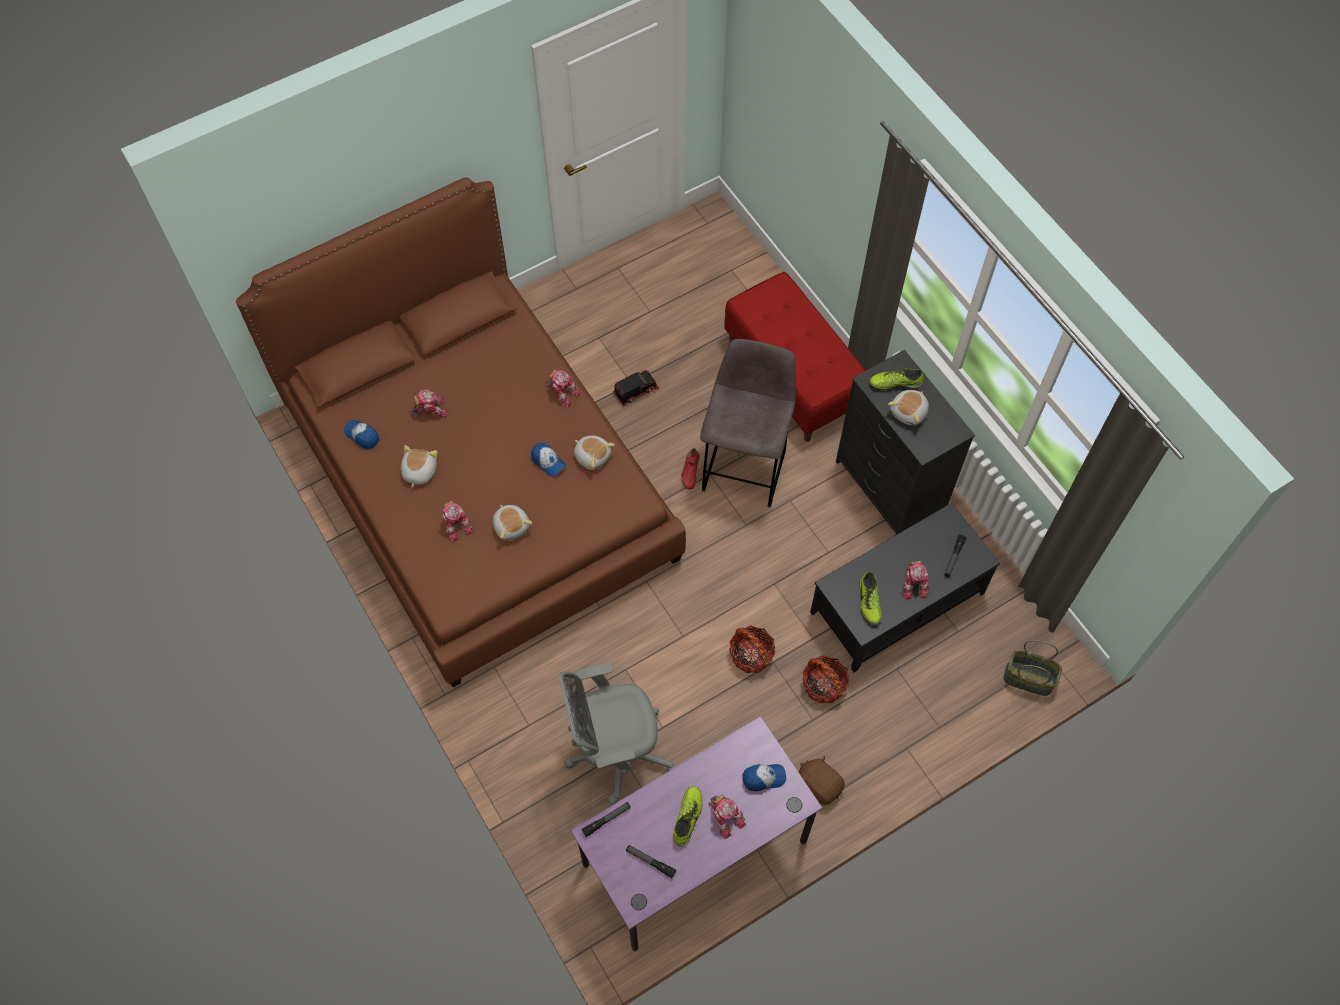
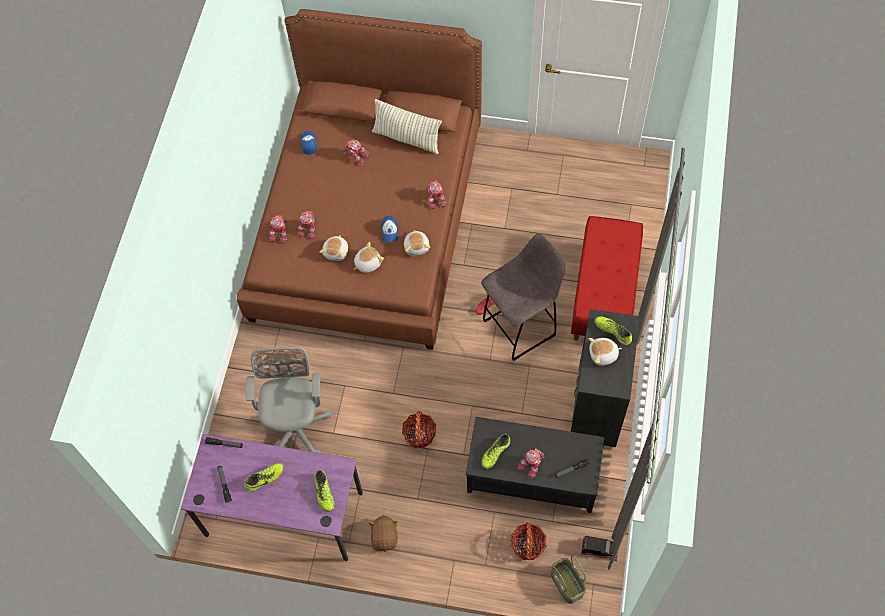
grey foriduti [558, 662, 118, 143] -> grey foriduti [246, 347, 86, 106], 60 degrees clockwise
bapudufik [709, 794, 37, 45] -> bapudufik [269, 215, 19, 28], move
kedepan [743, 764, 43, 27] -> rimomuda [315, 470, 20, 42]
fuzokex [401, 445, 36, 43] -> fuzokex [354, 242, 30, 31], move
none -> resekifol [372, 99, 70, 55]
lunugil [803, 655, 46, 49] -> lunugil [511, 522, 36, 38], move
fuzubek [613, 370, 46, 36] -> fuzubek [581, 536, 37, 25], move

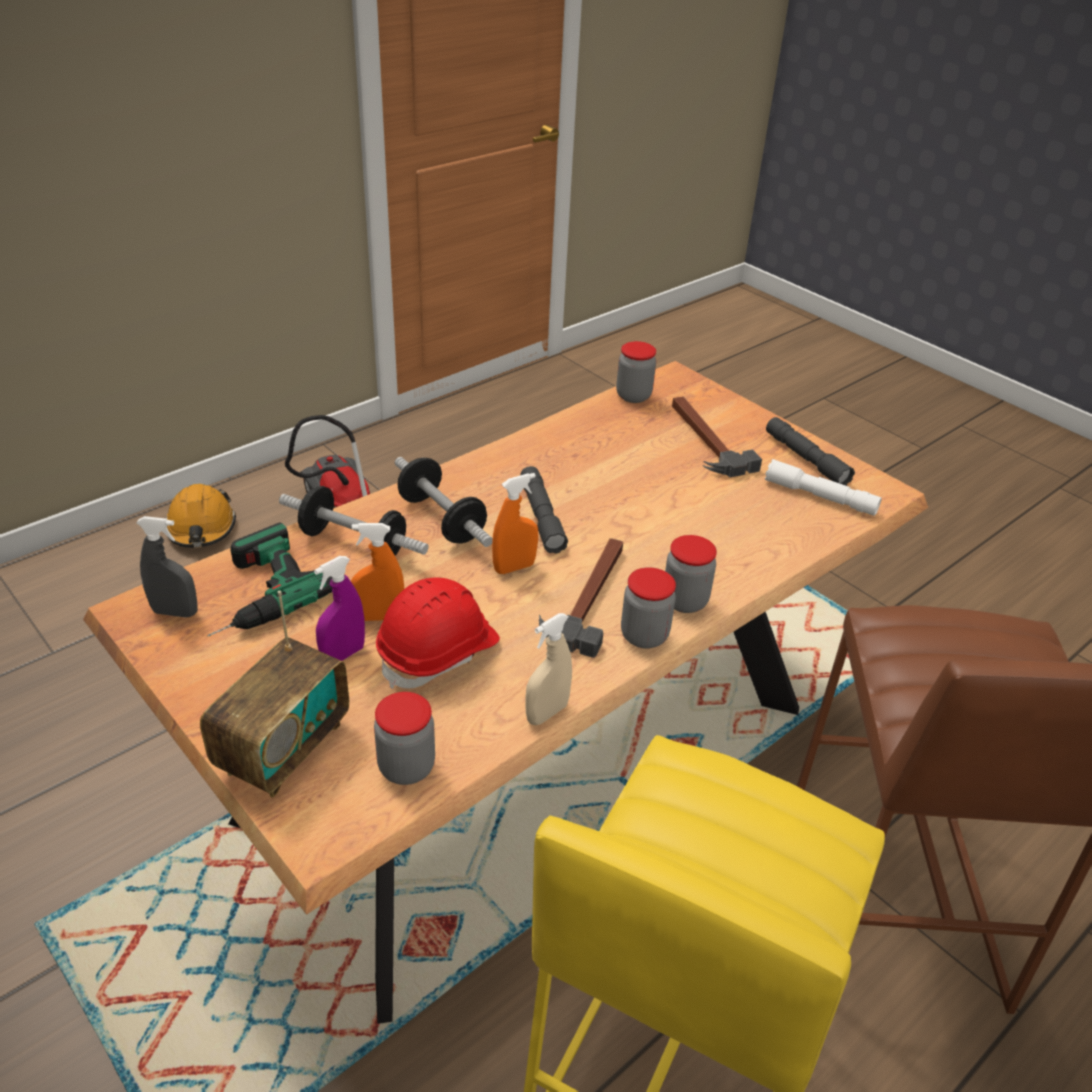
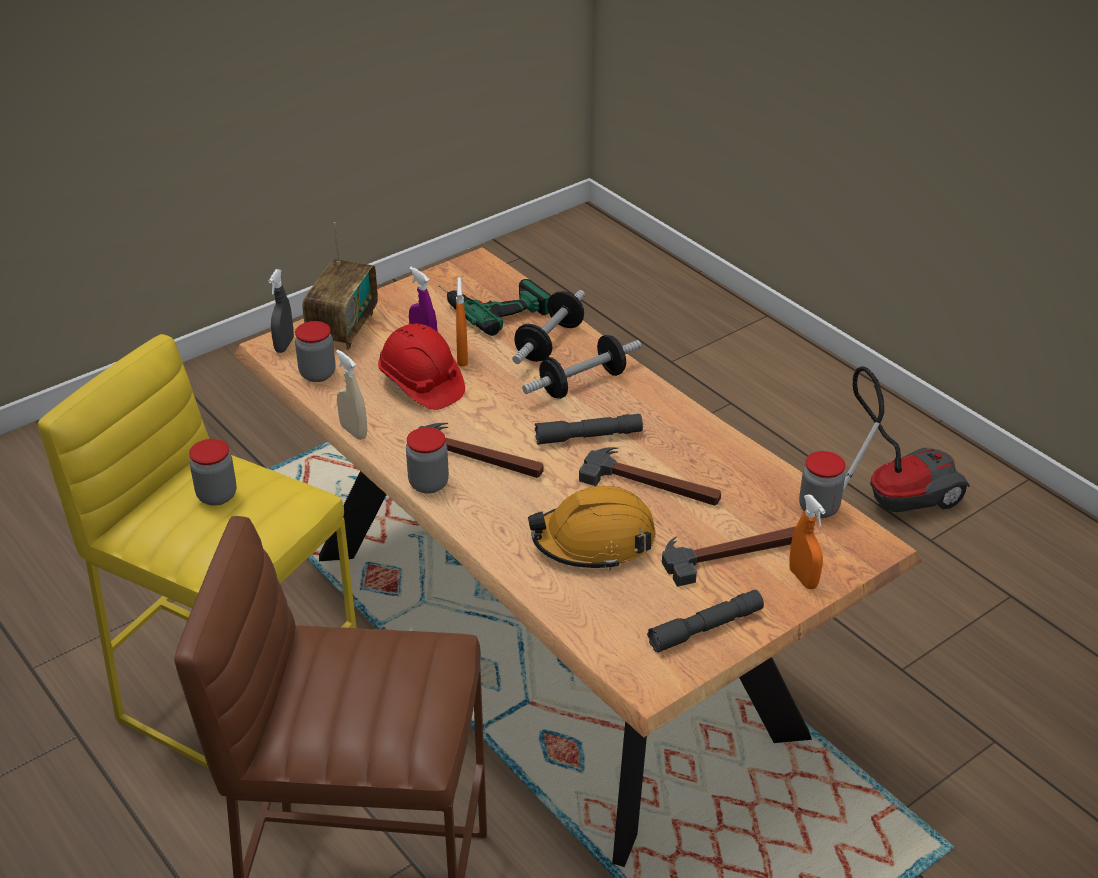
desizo [665, 535, 52, 78] -> desizo [189, 439, 47, 67], move
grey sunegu [136, 516, 62, 102] -> grey sunegu [268, 269, 26, 84], move
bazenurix [200, 591, 149, 207] -> bazenurix [303, 222, 75, 128], 105 degrees counterclockwise
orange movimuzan [165, 484, 71, 64] -> orange movimuzan [528, 486, 128, 84], move
none -> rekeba [579, 447, 142, 59]
orange sunegu [492, 473, 46, 101] -> orange sunegu [789, 494, 37, 95], move
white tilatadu [765, 459, 117, 57] -> none

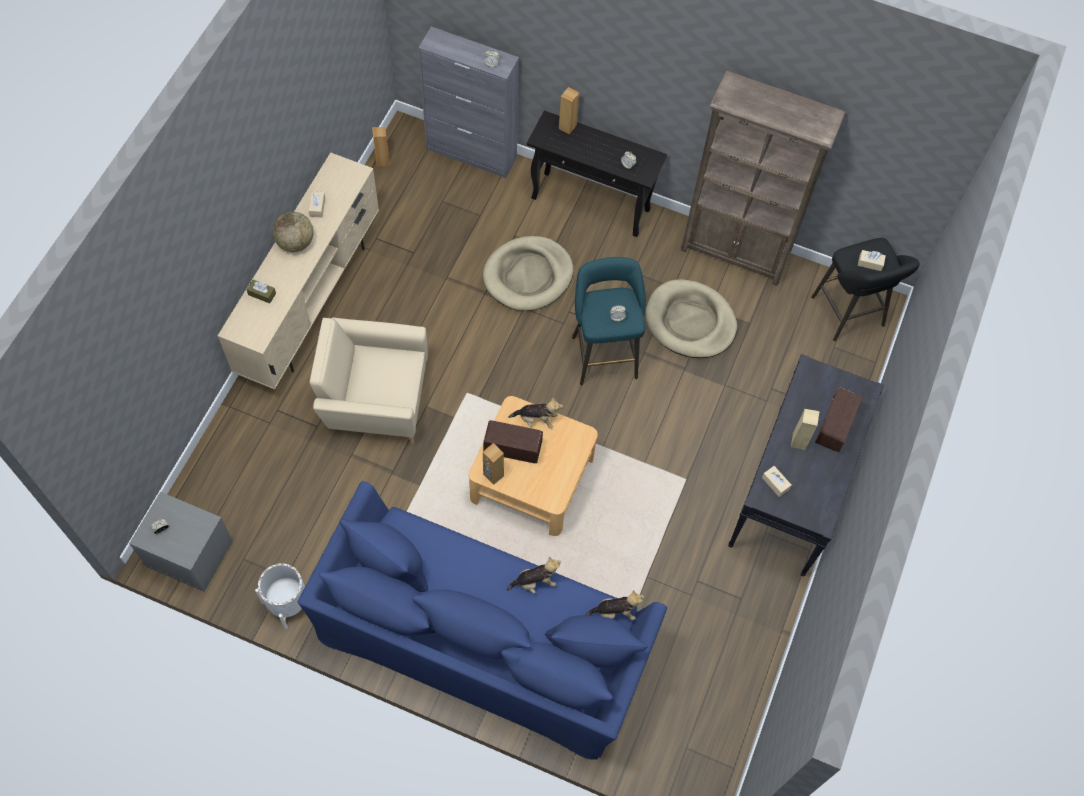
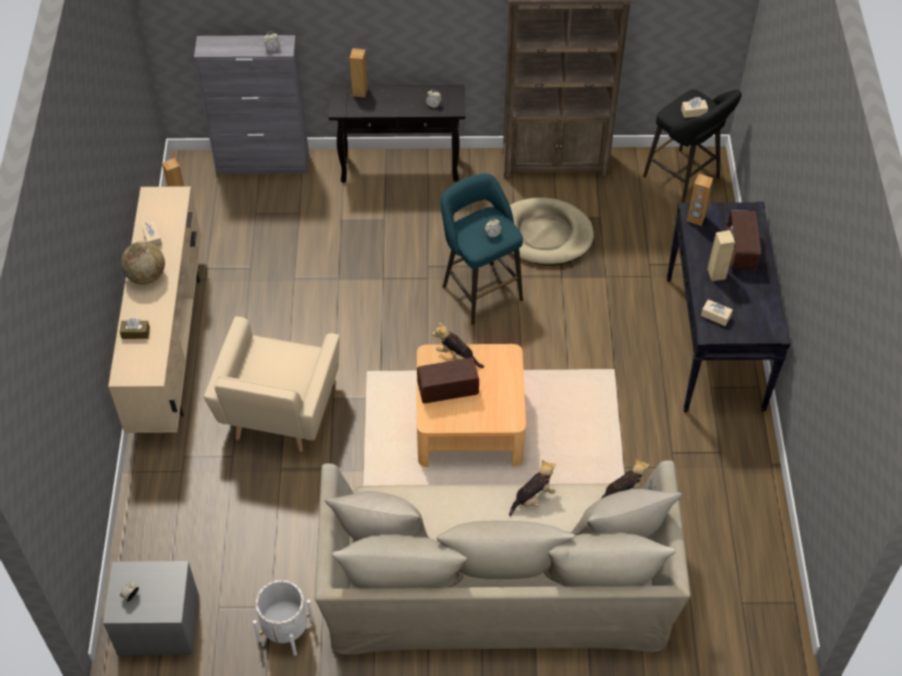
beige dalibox [310, 317, 118, 127] -> beige dalibox [204, 316, 136, 136], 60 degrees counterclockwise
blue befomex [297, 481, 370, 279] -> beige befomex [315, 460, 376, 195]
fuzokex [508, 397, 55, 31] -> fuzokex [432, 322, 52, 46], 135 degrees counterclockwise
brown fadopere [483, 443, 21, 42] -> brown fadopere [687, 174, 26, 52], move
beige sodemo [483, 236, 90, 75] -> none

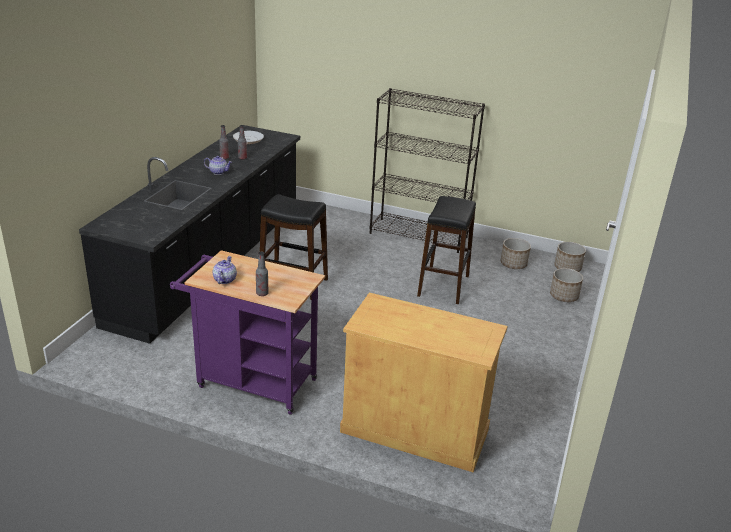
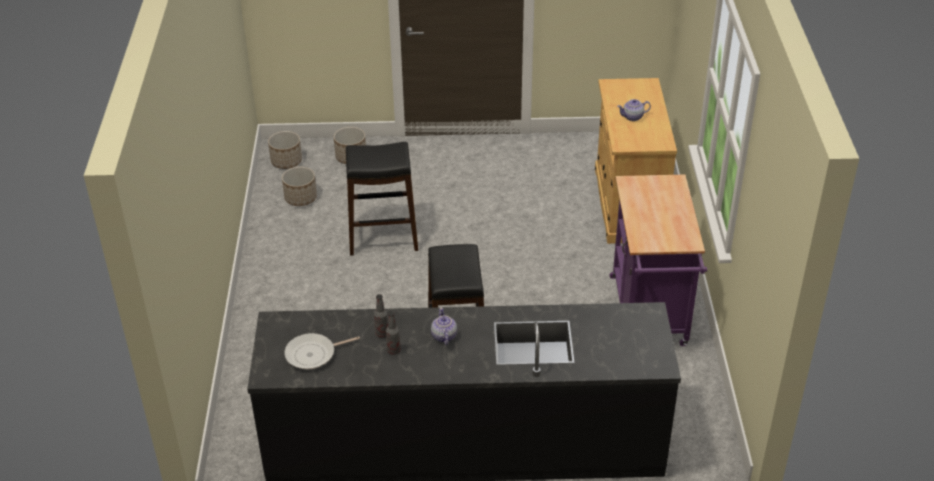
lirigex [213, 256, 24, 28] -> lirigex [617, 99, 34, 22], move
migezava [256, 252, 13, 44] -> none
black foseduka [370, 88, 115, 165] -> none

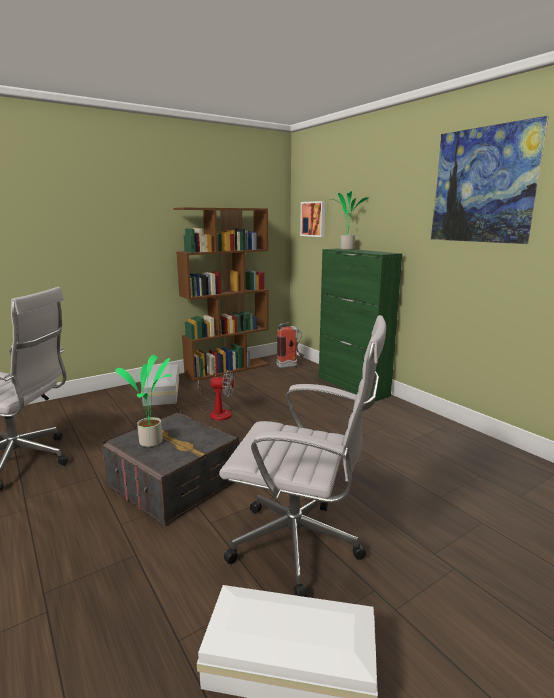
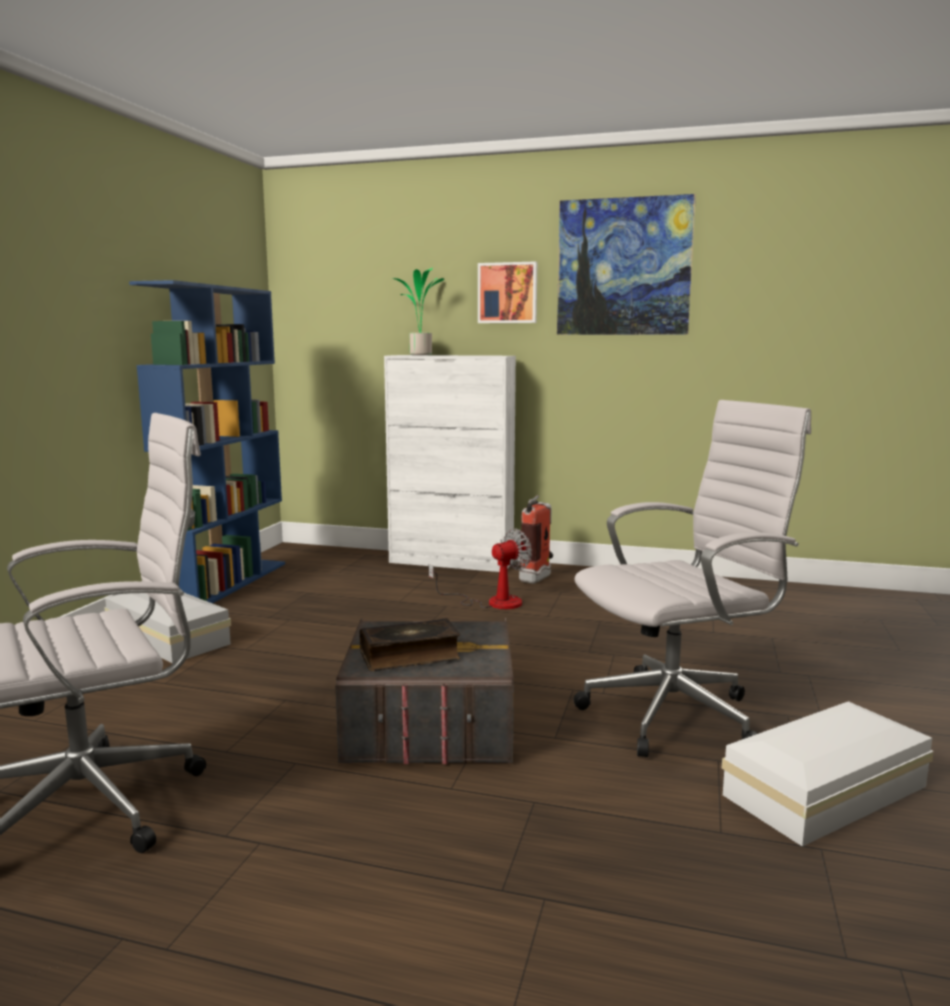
brown foseduka [174, 208, 95, 173] -> blue foseduka [129, 280, 156, 323]
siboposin [115, 355, 57, 92] -> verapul [360, 618, 100, 53]
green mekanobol [319, 248, 83, 153] -> white mekanobol [384, 355, 132, 217]
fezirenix [197, 370, 37, 51] -> fezirenix [429, 529, 103, 80], move
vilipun [300, 201, 26, 36] -> vilipun [478, 262, 59, 61], move
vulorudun [277, 322, 27, 46] -> vulorudun [519, 495, 34, 89], move

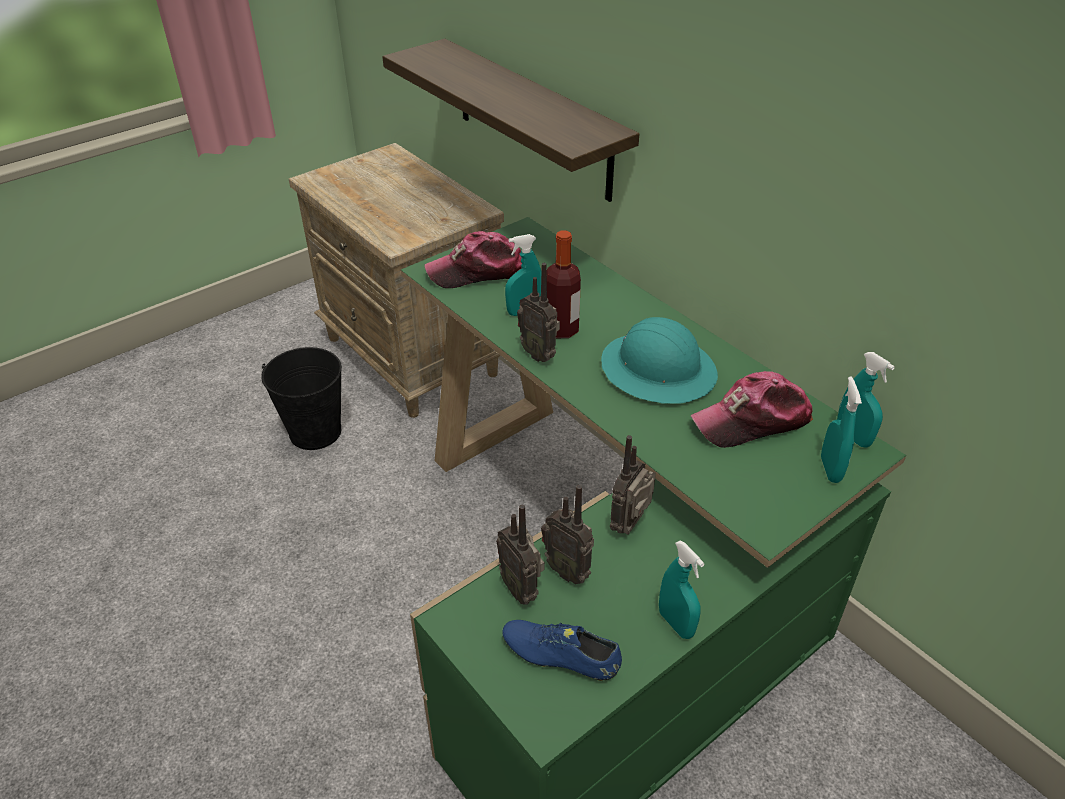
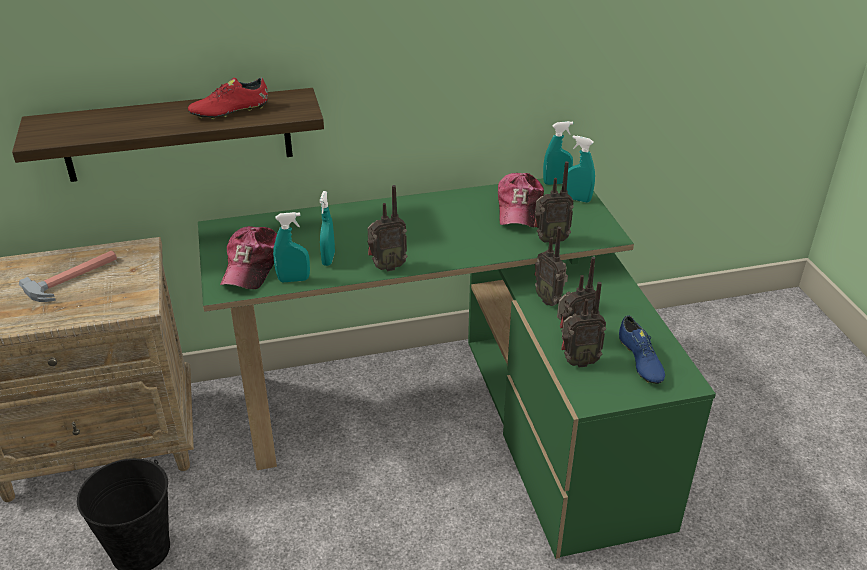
none -> rekeba [19, 251, 98, 51]
none -> red rimomuda [188, 77, 80, 42]
turquoise sunegu [659, 540, 46, 99] -> turquoise sunegu [273, 212, 37, 70], move
none -> bazenurix [534, 161, 40, 83]
blue rimomuda [502, 620, 120, 61] -> blue rimomuda [619, 316, 46, 68], 60 degrees counterclockwise
migezava [547, 230, 34, 108] -> none
turquoise movimuzan [601, 317, 117, 87] -> none

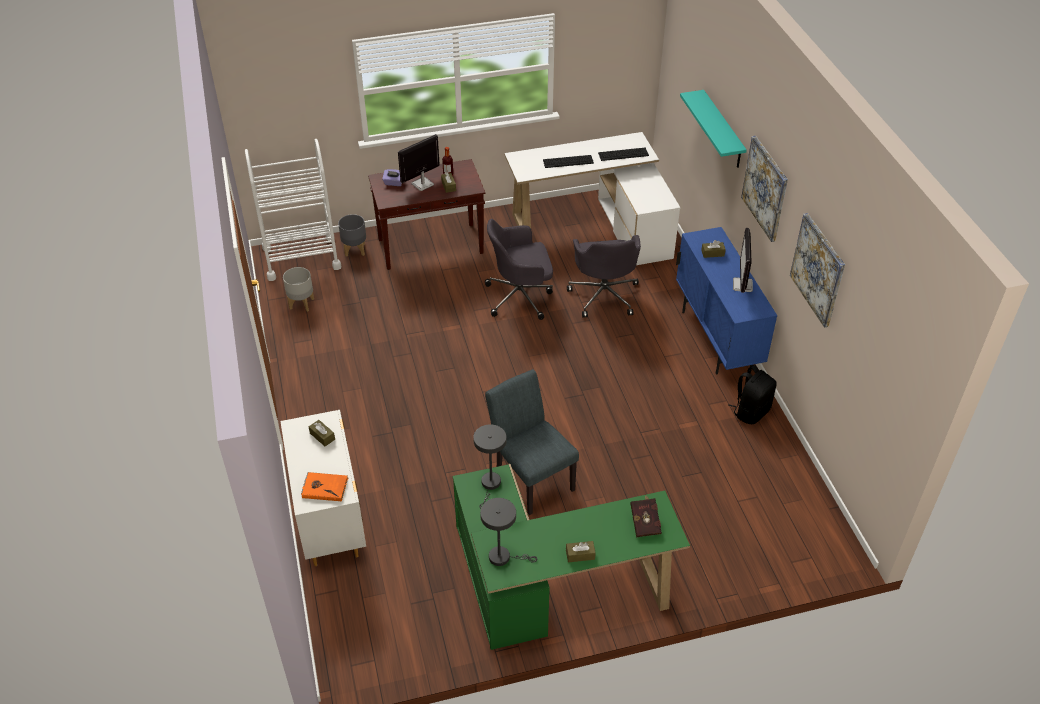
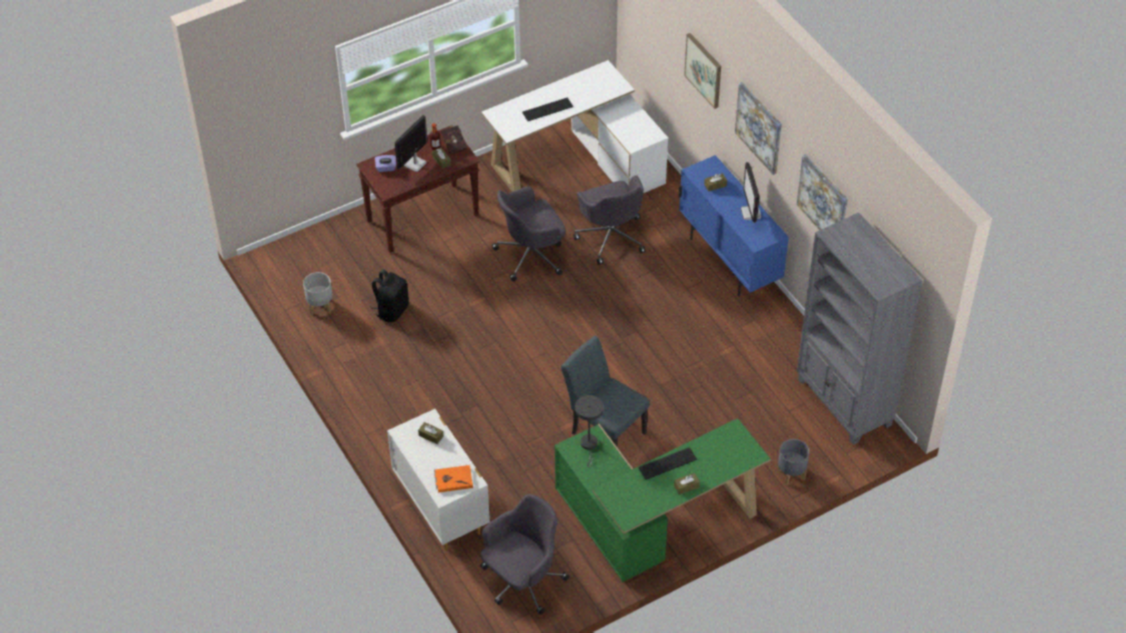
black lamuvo [728, 365, 49, 59] -> black lamuvo [370, 269, 39, 53], move
red verapul [630, 496, 32, 41] -> red verapul [441, 125, 26, 30], move
none -> grey foriduti [480, 494, 89, 121]
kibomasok [598, 148, 51, 13] -> kibomasok [638, 447, 59, 33], move
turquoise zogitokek [680, 90, 67, 78] -> vilipun [684, 33, 37, 76]
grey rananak [338, 214, 28, 43] -> grey rananak [777, 439, 32, 47], move
none -> grey foseduka [797, 213, 126, 232]
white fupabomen [245, 139, 96, 142] -> none
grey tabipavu [480, 498, 57, 68] -> none

